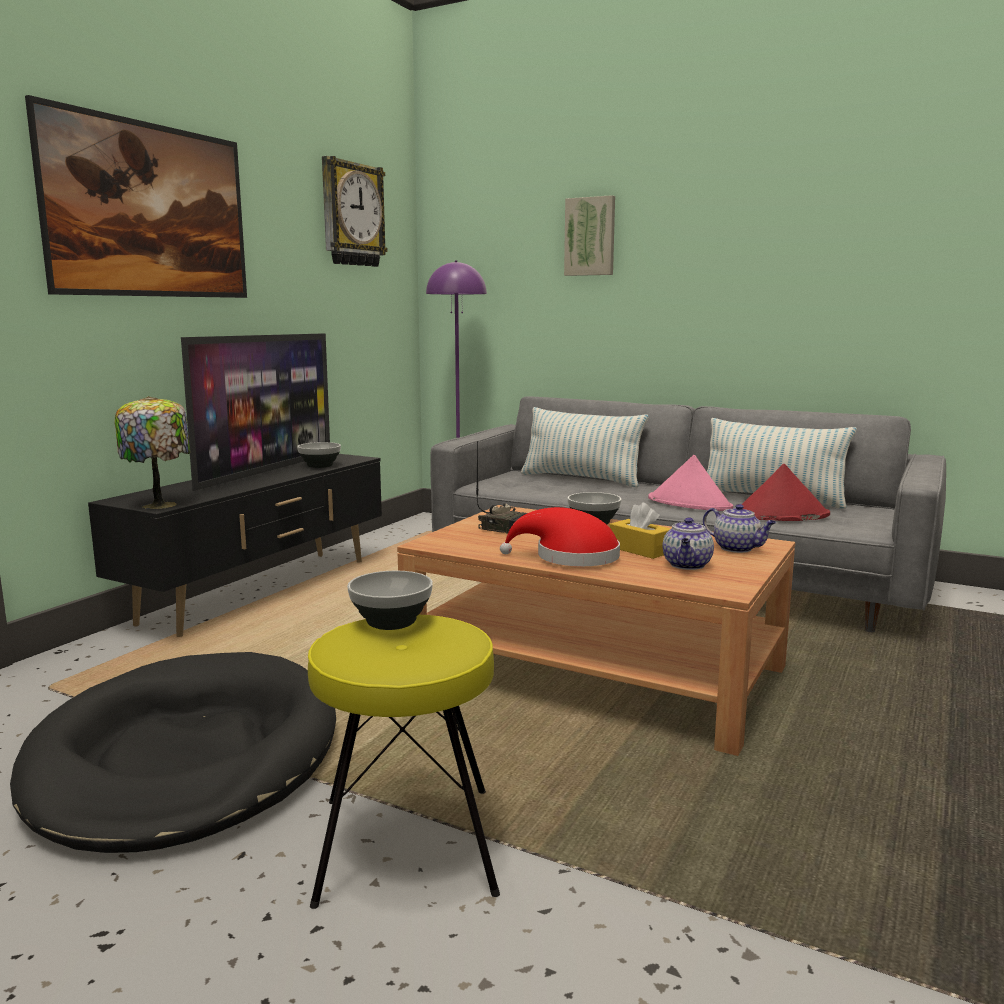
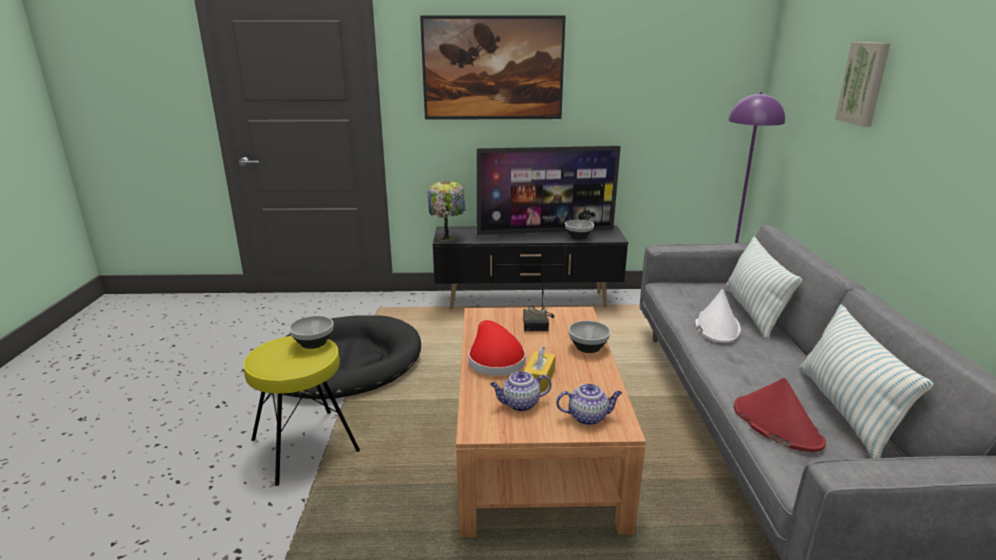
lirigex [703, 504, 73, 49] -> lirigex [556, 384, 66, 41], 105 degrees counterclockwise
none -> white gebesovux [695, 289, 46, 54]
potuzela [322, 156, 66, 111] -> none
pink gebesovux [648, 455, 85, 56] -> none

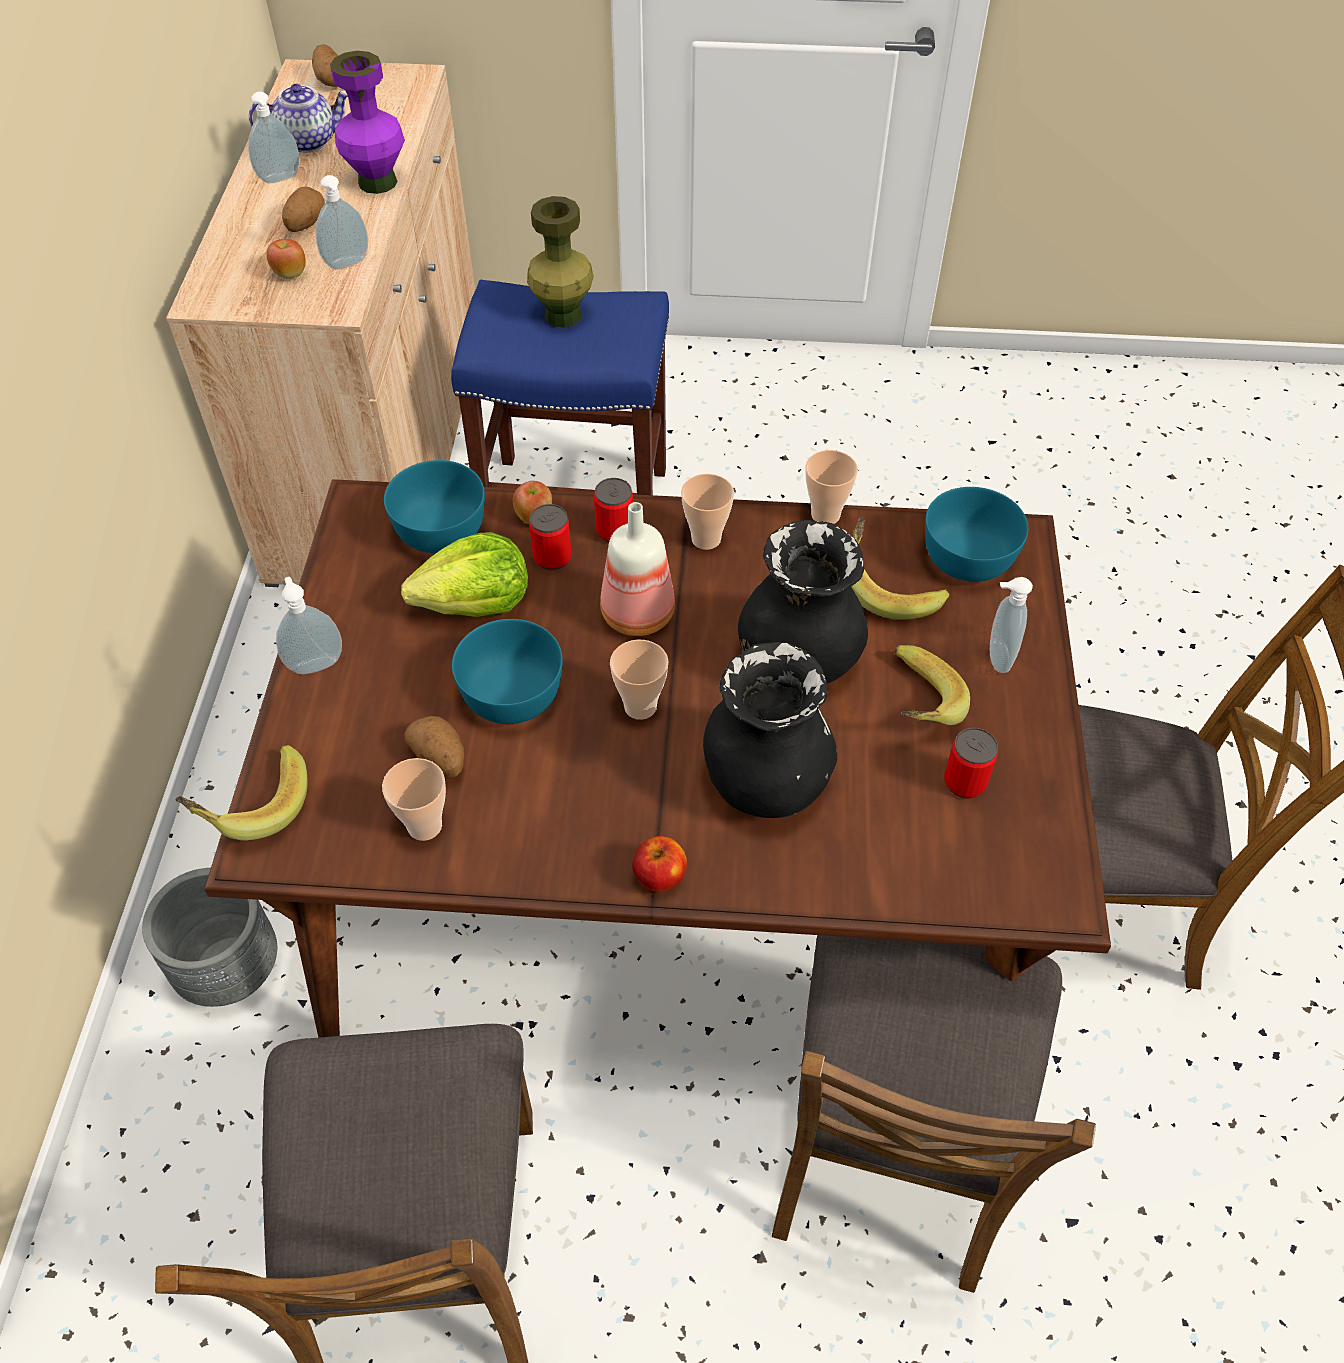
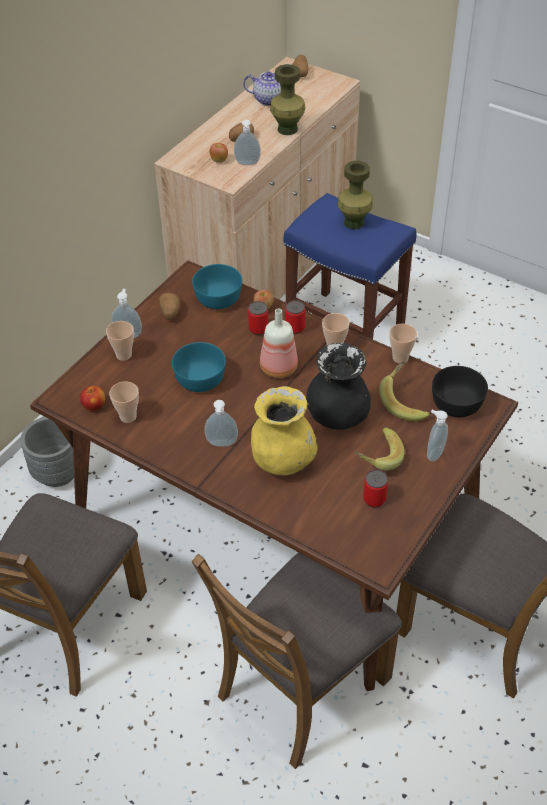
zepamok [632, 836, 55, 56] -> zepamok [80, 386, 25, 25], move
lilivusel [610, 639, 59, 81] -> lilivusel [106, 321, 28, 40], move
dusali [404, 716, 60, 63] -> dusali [159, 293, 21, 27], move
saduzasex [248, 91, 51, 92] -> saduzasex [205, 400, 33, 47], move
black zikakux [703, 642, 134, 176] -> yellow zikakux [251, 386, 67, 90]
purple zikakux [330, 51, 75, 143] -> green zikakux [270, 64, 35, 71]
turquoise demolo [925, 487, 103, 95] -> black demolo [432, 366, 56, 51]
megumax [175, 745, 133, 96] -> none
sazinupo [401, 532, 127, 85] -> none

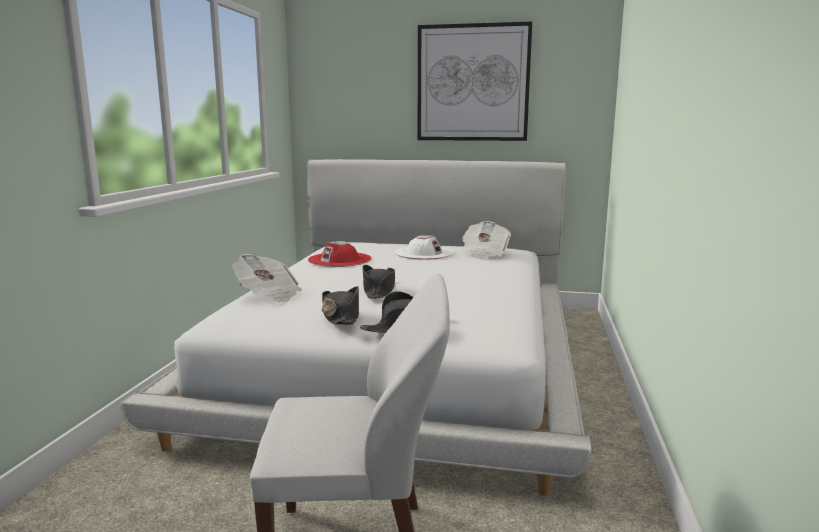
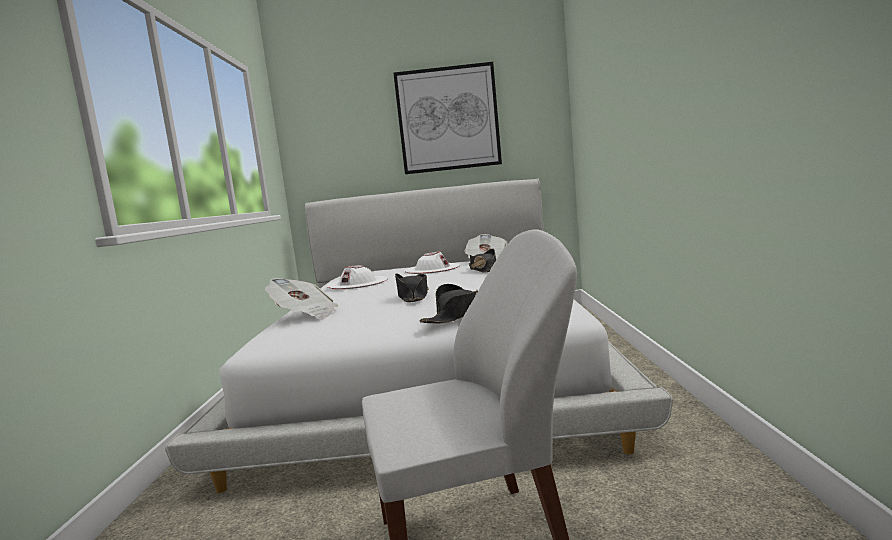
red gebesovux [308, 241, 64, 26] -> white gebesovux [327, 265, 61, 24]
black gebesovux [322, 286, 37, 38] -> black gebesovux [469, 249, 27, 24], move

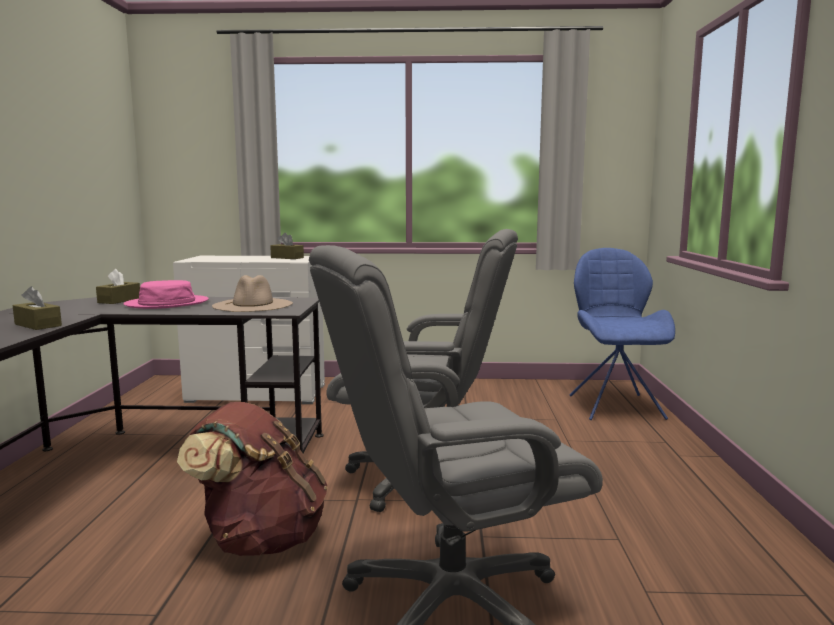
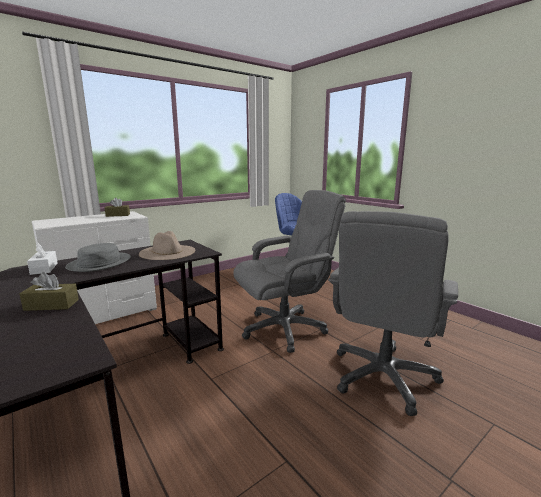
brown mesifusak [96, 269, 44, 35] -> white mesifusak [27, 243, 31, 32]
pink gebesovux [124, 280, 85, 29] -> grey gebesovux [65, 243, 66, 29]
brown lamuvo [177, 402, 150, 154] -> none

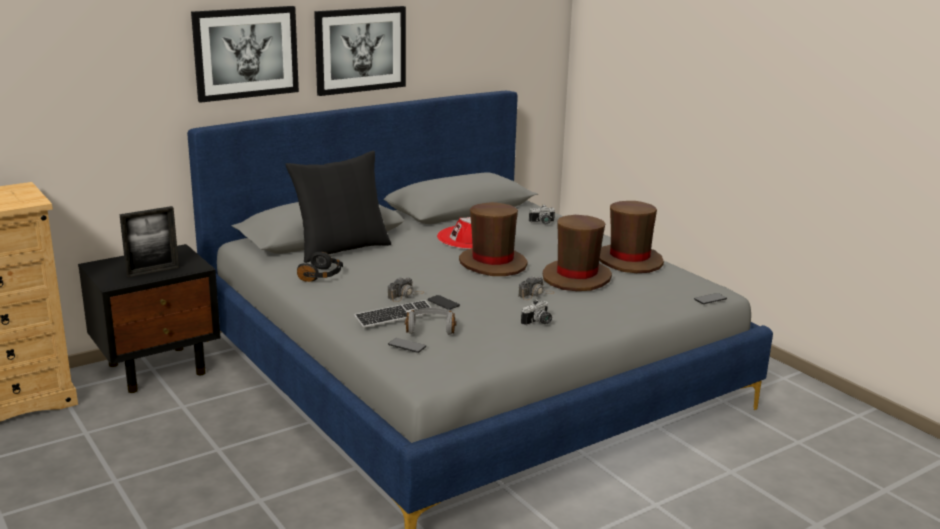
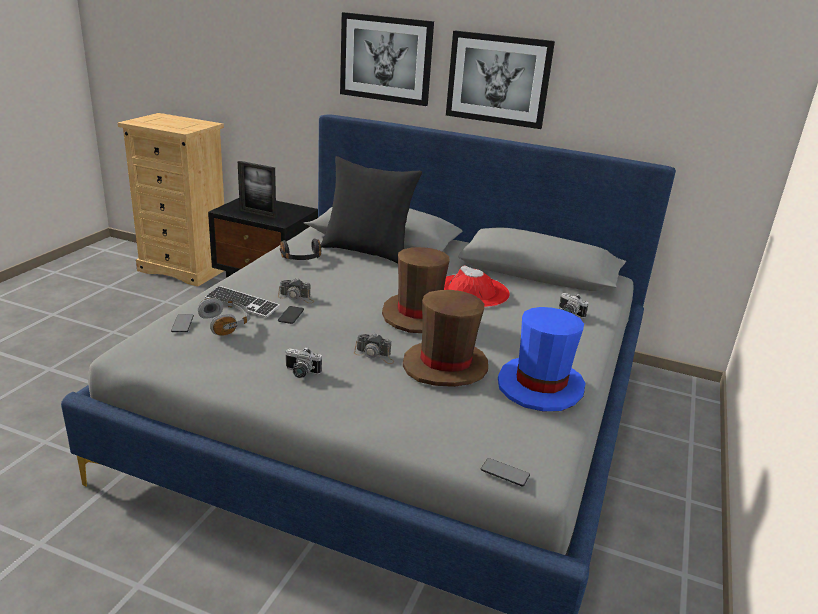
brown gebesovux [599, 201, 65, 72] -> blue gebesovux [498, 307, 88, 104]

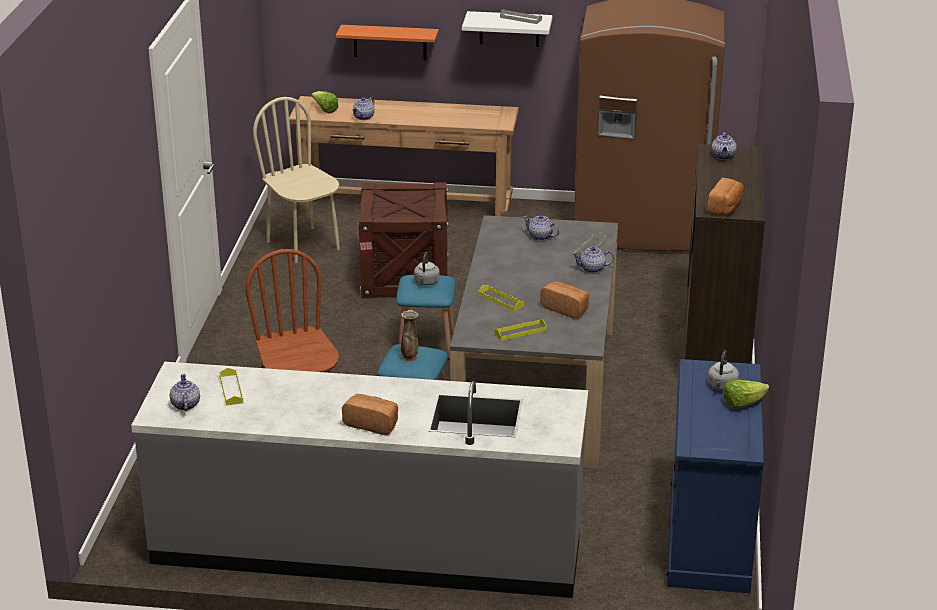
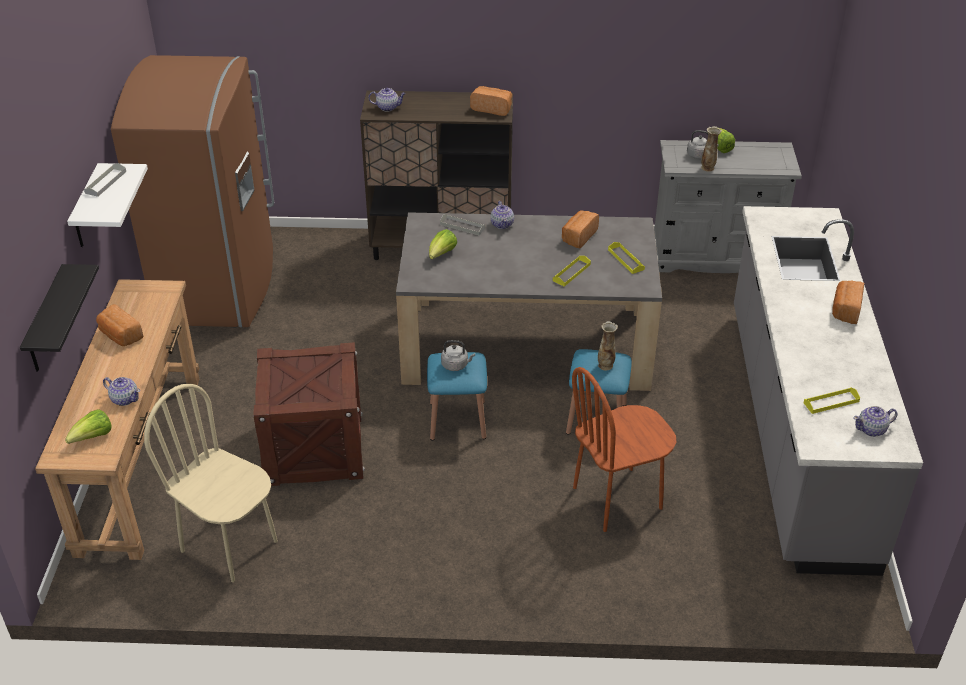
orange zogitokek [336, 25, 103, 35] -> black zogitokek [20, 264, 79, 107]
none -> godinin [96, 304, 47, 42]
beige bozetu [253, 97, 87, 166] -> beige bozetu [144, 384, 134, 198], 75 degrees clockwise
lirigex [523, 215, 37, 26] -> sazinupo [429, 229, 28, 30]
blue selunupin [667, 359, 97, 234] -> grey selunupin [654, 140, 148, 133]
none -> zikakux [701, 126, 21, 46]

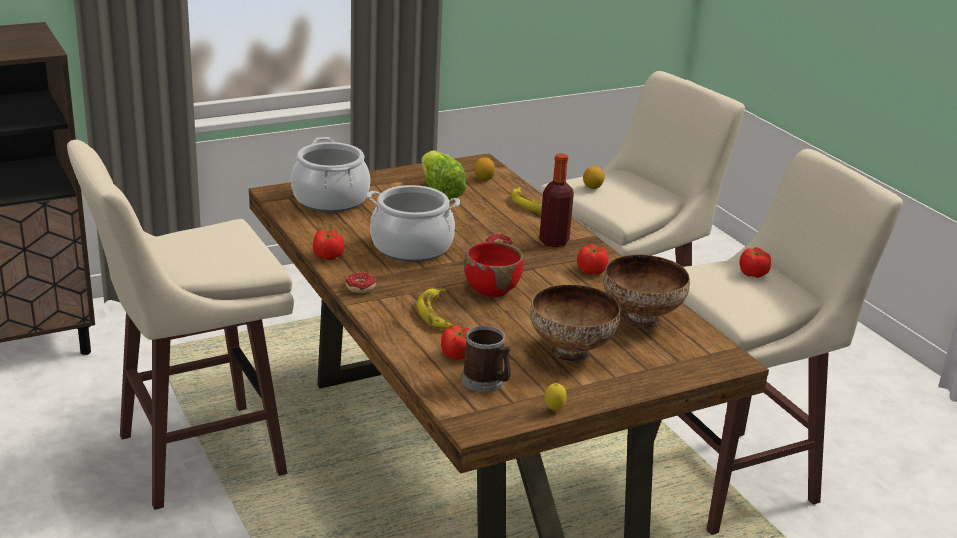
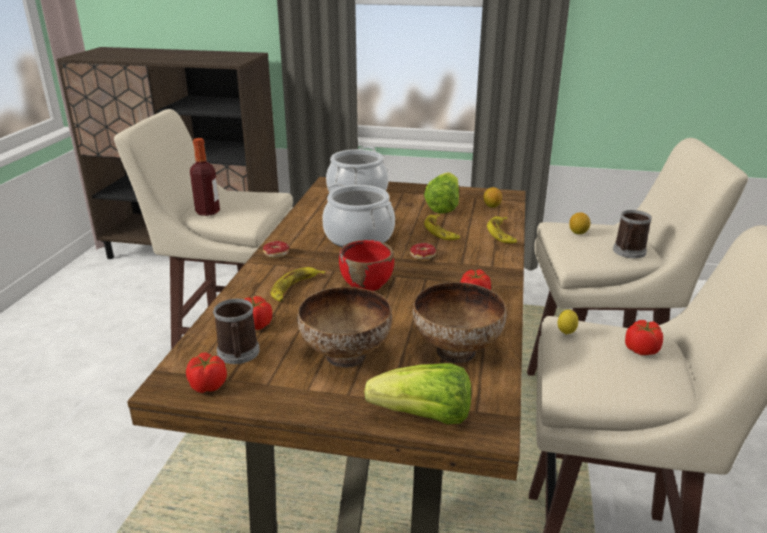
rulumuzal [313, 230, 31, 30] -> rulumuzal [186, 352, 41, 41], move
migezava [539, 153, 35, 94] -> migezava [190, 138, 30, 78], move
none -> sazinupo [364, 363, 107, 61]
none -> megumax [424, 214, 36, 26]
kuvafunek [544, 383, 23, 28] -> kuvafunek [558, 309, 20, 26], move
none -> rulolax [613, 210, 39, 48]

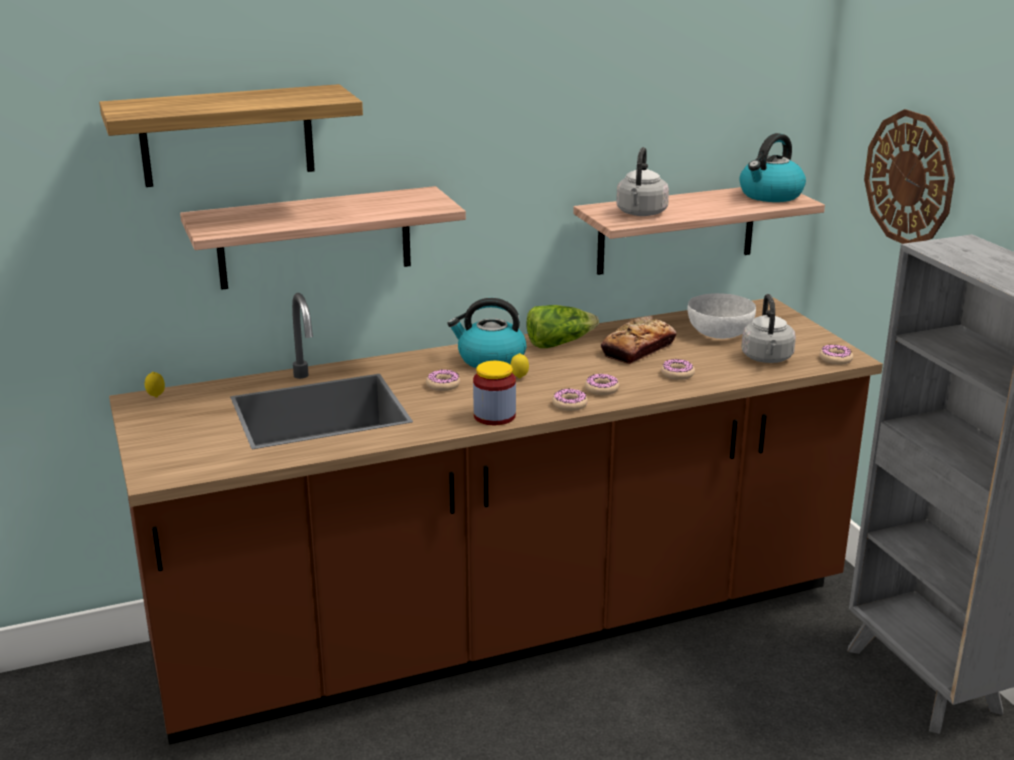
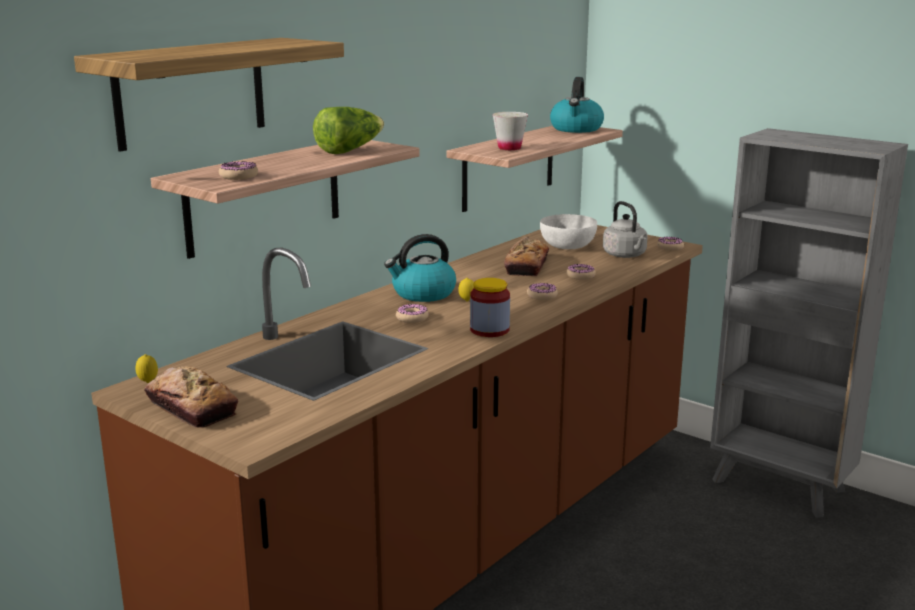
none -> godinin [144, 366, 94, 62]
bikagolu [552, 389, 36, 22] -> bikagolu [219, 161, 39, 19], move
sazinupo [527, 305, 72, 43] -> sazinupo [313, 107, 71, 47], move
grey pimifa [616, 147, 53, 69] -> white lilivusel [493, 112, 35, 38]
potuzela [864, 109, 91, 135] -> none

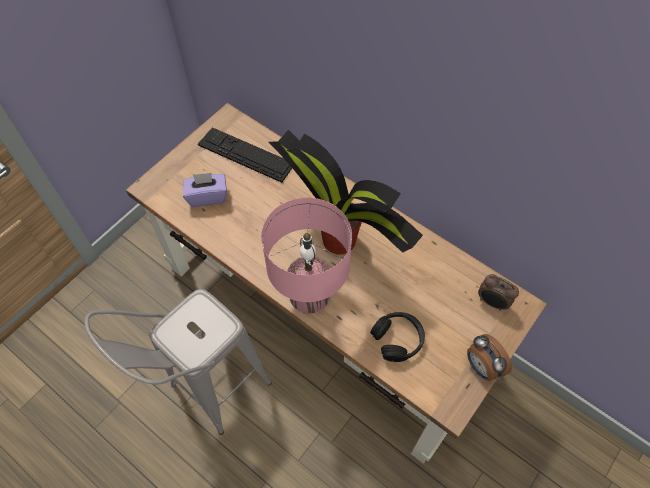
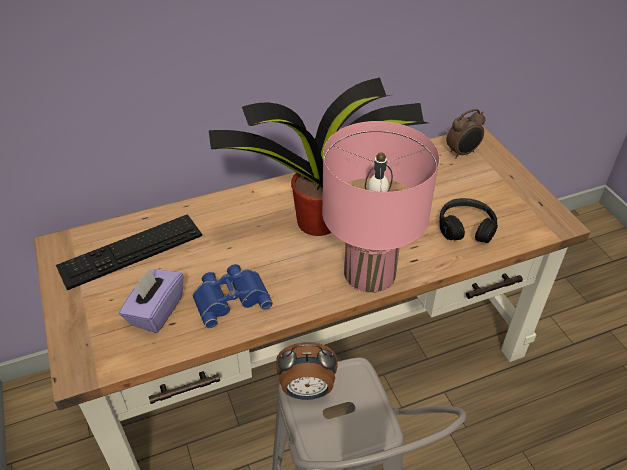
none -> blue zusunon [193, 264, 80, 64]
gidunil [467, 334, 45, 47] -> gidunil [276, 342, 62, 58], move

